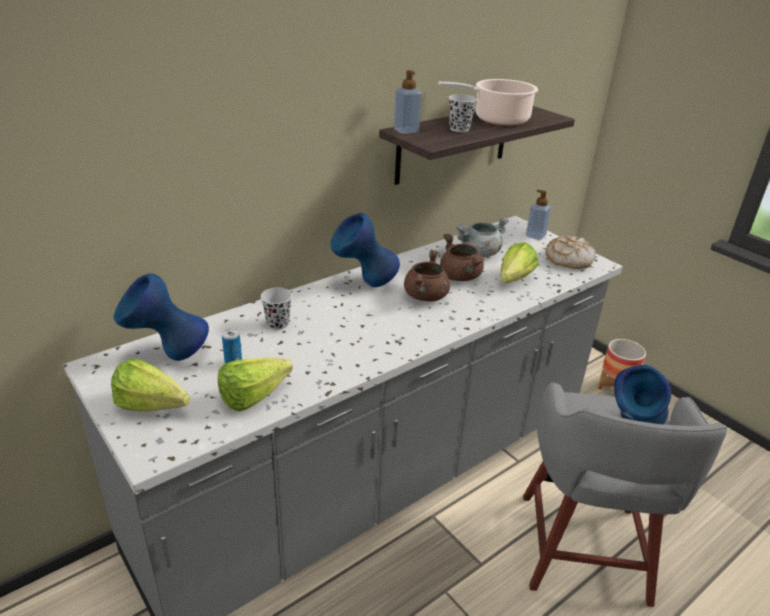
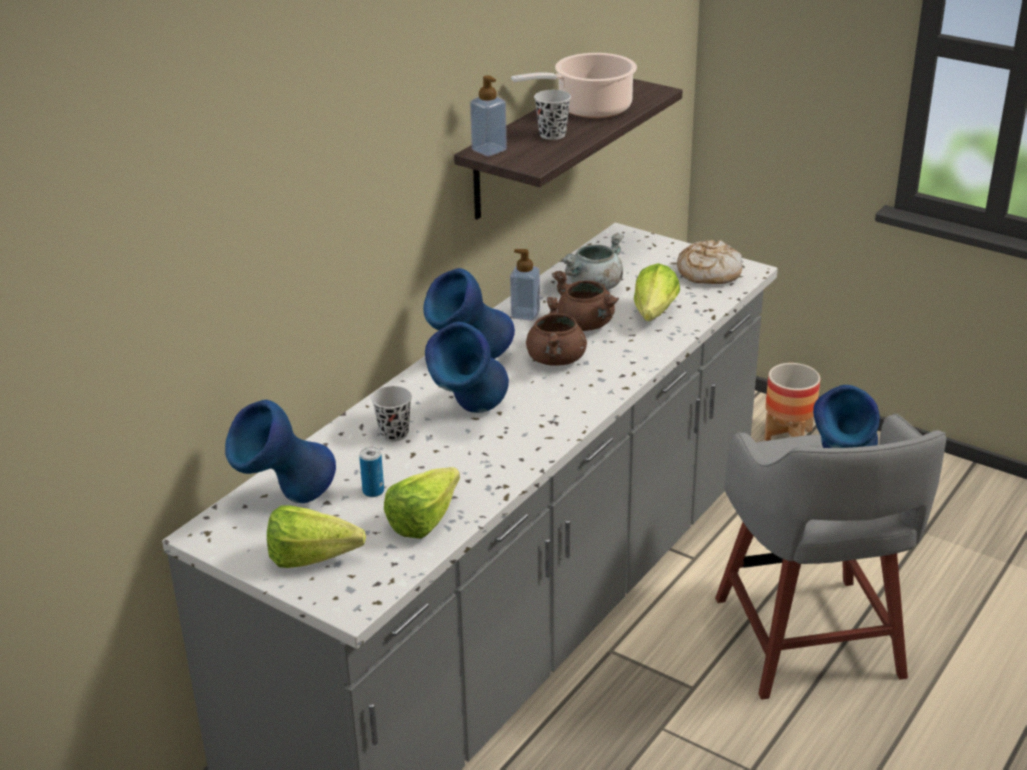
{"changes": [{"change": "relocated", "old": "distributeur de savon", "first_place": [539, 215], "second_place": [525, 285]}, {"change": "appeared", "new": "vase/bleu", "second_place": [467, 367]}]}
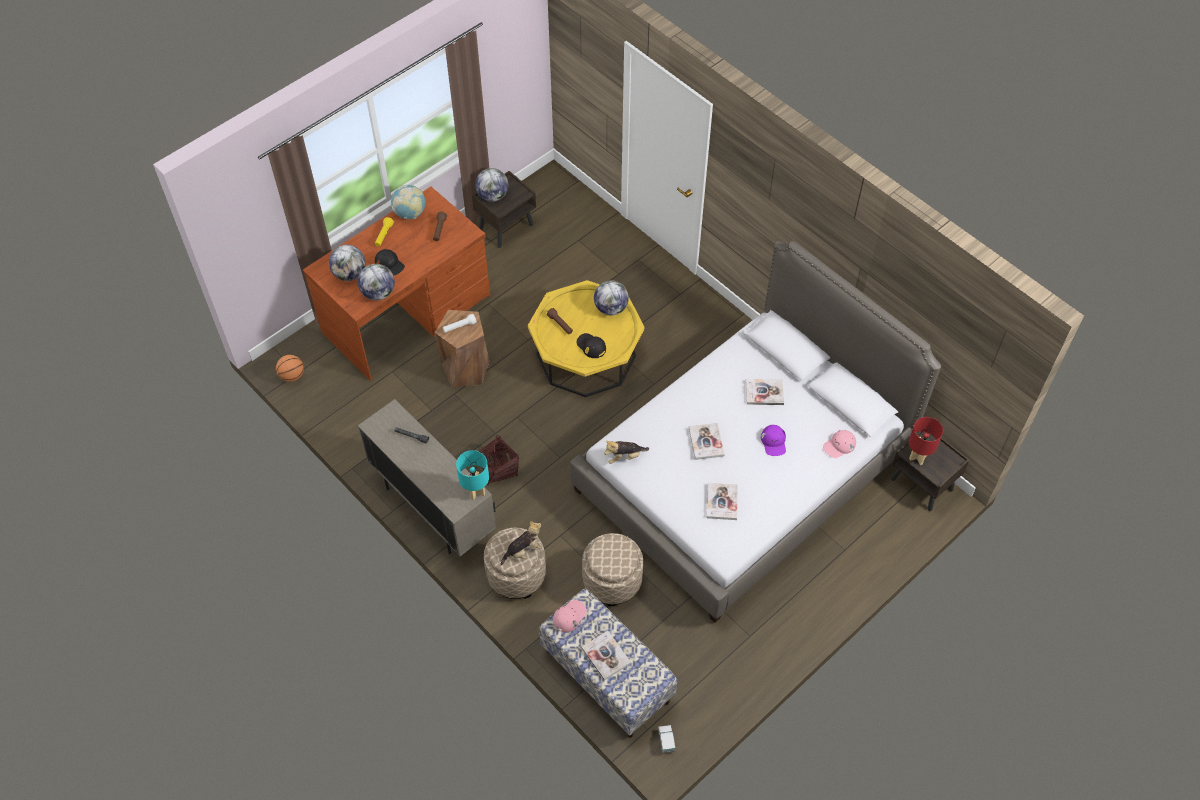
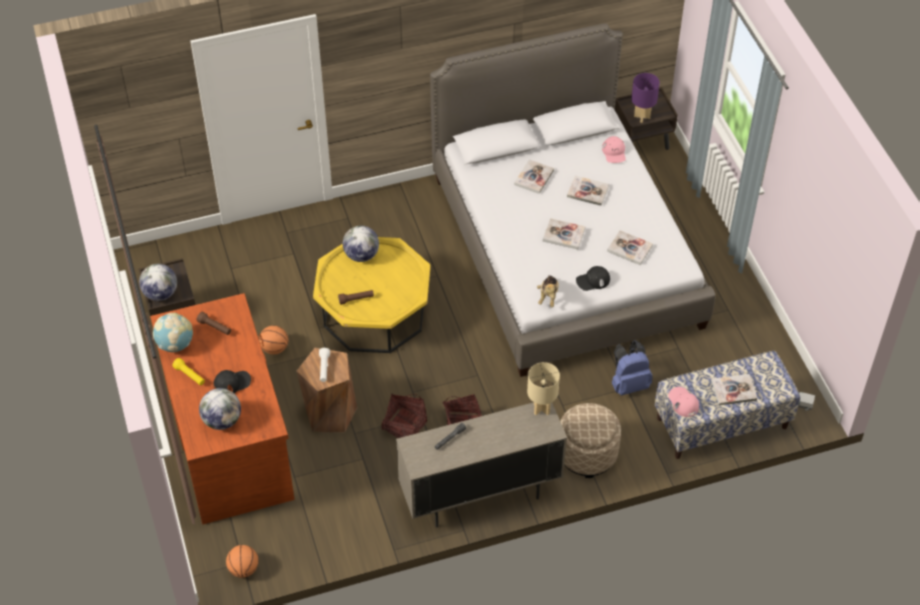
{"changes": [{"change": "missing", "old": "globe", "first_place": [376, 282]}, {"change": "colour", "old": "lampe de table/turquoise", "new": "lampe de table/beige", "first_place": [472, 475], "second_place": [543, 388]}, {"change": "missing", "old": "peluche", "first_place": [521, 543]}, {"change": "relocated", "old": "casquette/noir", "first_place": [591, 345], "second_place": [593, 278]}, {"change": "exchanged", "old": "pouf/beige", "new": "sac à dos/bleu", "first_place": [612, 569], "second_place": [632, 368]}, {"change": "exchanged", "old": "casquette/violet", "new": "livre", "first_place": [773, 440], "second_place": [588, 190]}, {"change": "colour", "old": "lampe de table/rouge", "new": "lampe de table/violet", "first_place": [926, 441], "second_place": [645, 98]}, {"change": "appeared", "new": "ballon de basket", "second_place": [273, 340]}, {"change": "appeared", "new": "panier", "second_place": [404, 415]}]}
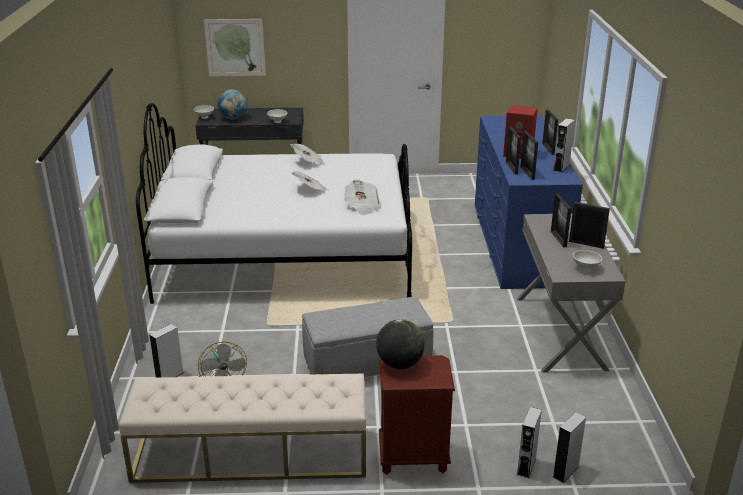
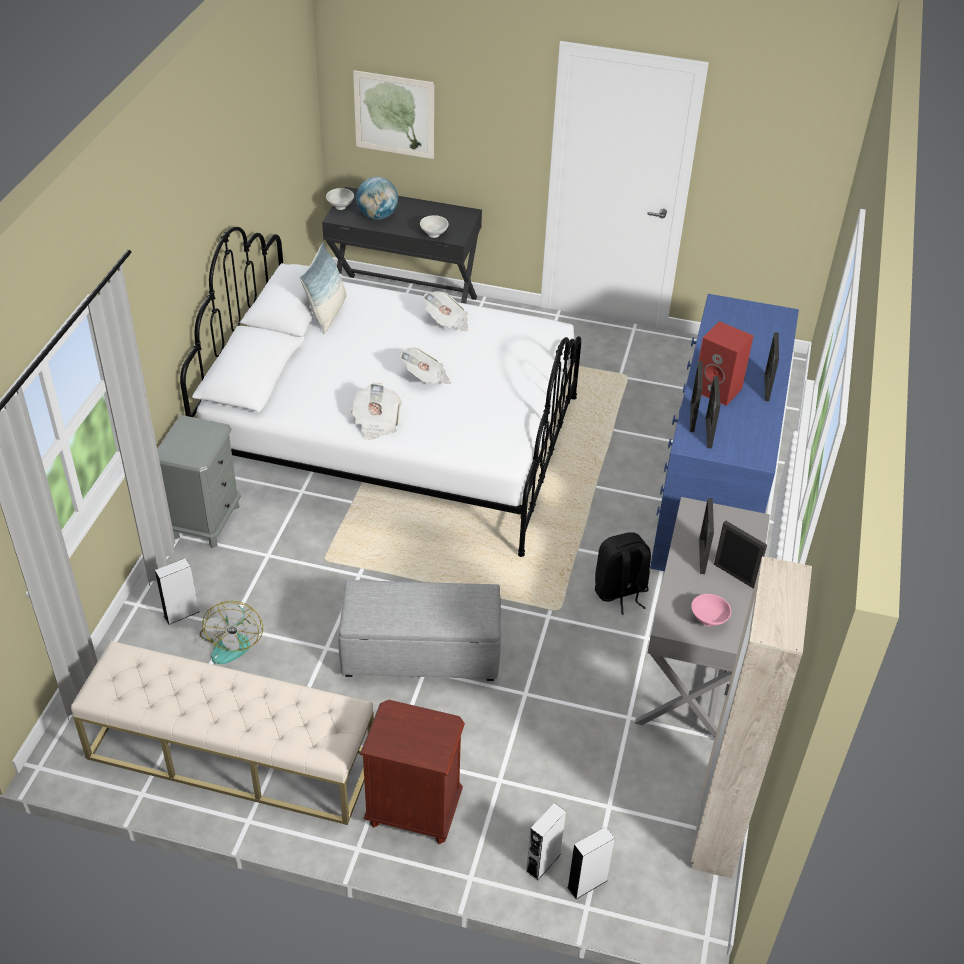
{"changes": [{"change": "relocated", "old": "journal", "first_place": [362, 197], "second_place": [376, 411]}, {"change": "missing", "old": "globe", "first_place": [400, 344]}, {"change": "missing", "old": "enceinte/gris", "first_place": [564, 145]}, {"change": "colour", "old": "bol/blanc", "new": "bol/rose", "first_place": [587, 260], "second_place": [711, 610]}, {"change": "appeared", "new": "table de chevet/gris", "second_place": [199, 481]}, {"change": "appeared", "new": "coussin", "second_place": [323, 288]}, {"change": "appeared", "new": "sac à dos/noir", "second_place": [623, 573]}, {"change": "appeared", "new": "armoire/beige", "second_place": [751, 718]}]}
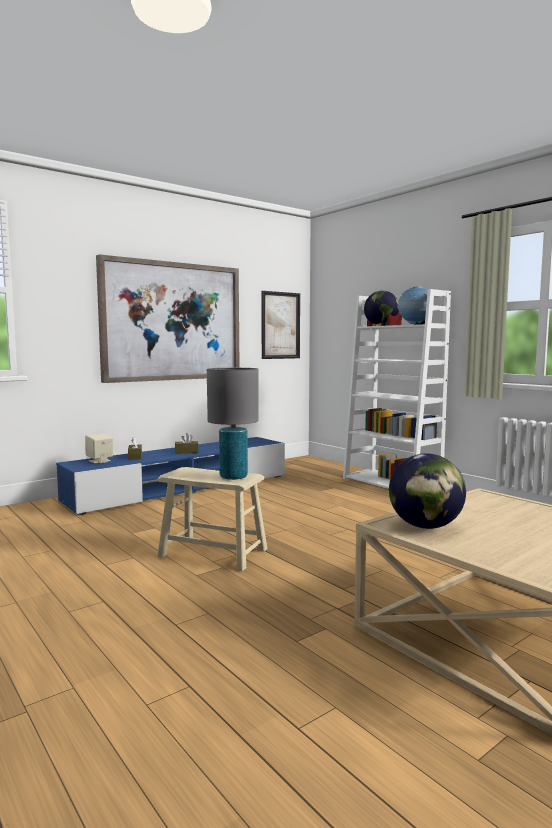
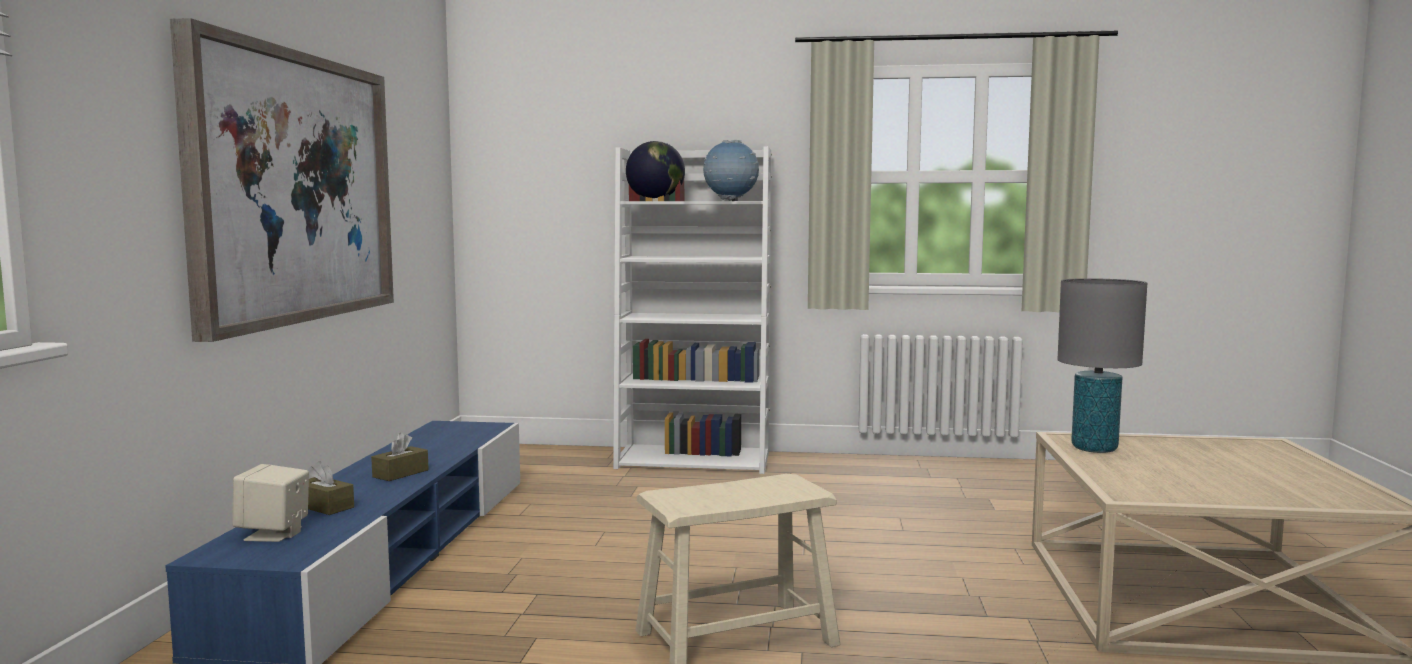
{"changes": [{"change": "relocated", "old": "lampe de table/gris", "first_place": [232, 424], "second_place": [1102, 365]}, {"change": "missing", "old": "tableau", "first_place": [280, 325]}, {"change": "missing", "old": "globe", "first_place": [427, 491]}]}
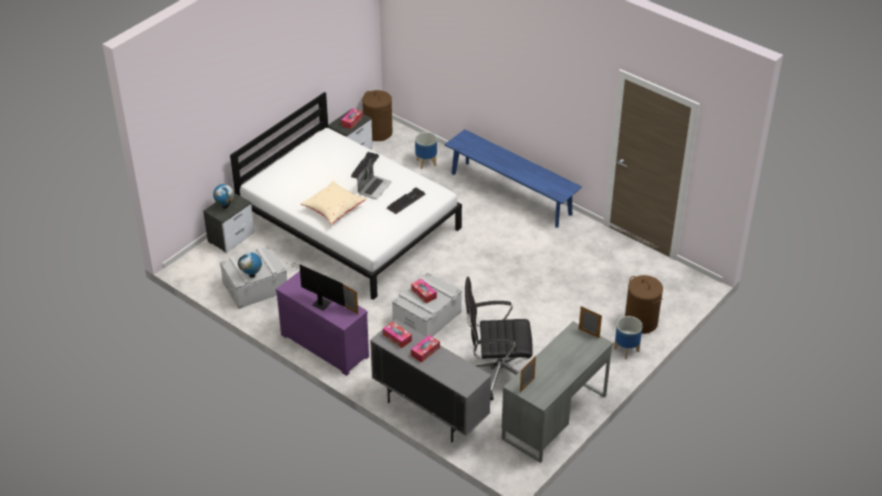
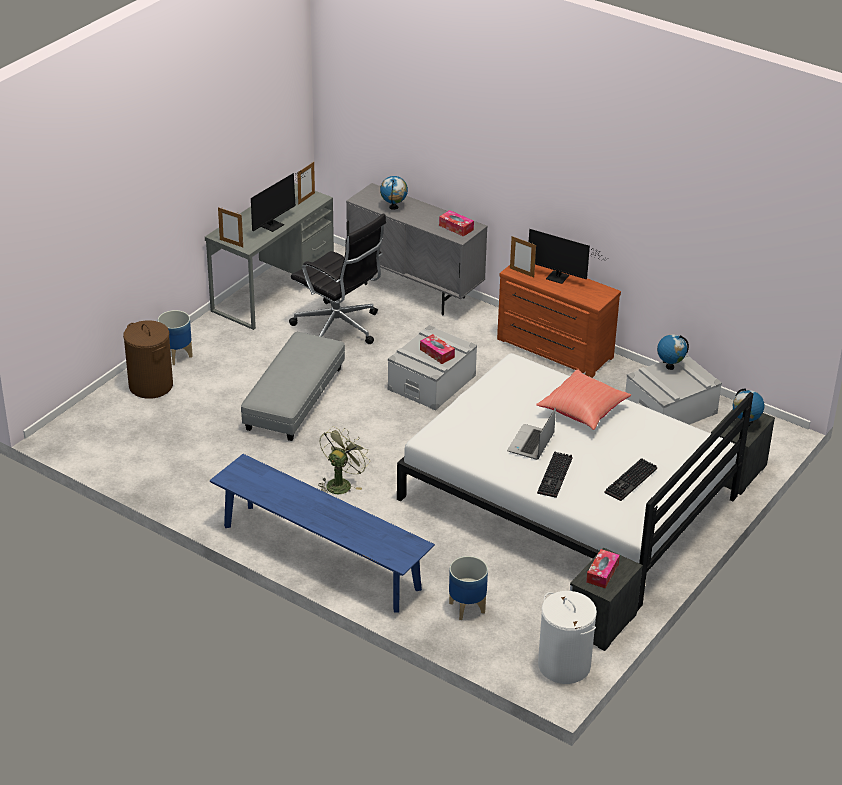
{"changes": [{"change": "colour", "old": "commode/violet", "new": "commode/marron", "first_place": [322, 323], "second_place": [559, 321]}, {"change": "colour", "old": "coussin/beige", "new": "coussin/rouge", "first_place": [333, 202], "second_place": [583, 399]}, {"change": "colour", "old": "panier à linge/marron", "new": "panier à linge/blanc", "first_place": [377, 115], "second_place": [567, 637]}, {"change": "relocated", "old": "clavier", "first_place": [406, 200], "second_place": [630, 479]}, {"change": "missing", "old": "boîte à mouchoirs", "first_place": [425, 349]}, {"change": "spun", "old": "chaise de bureau/noir", "first_place": [499, 338], "second_place": [337, 278], "degrees": 45}, {"change": "appeared", "new": "pouf/gris", "second_place": [293, 386]}, {"change": "appeared", "new": "écran d'ordinateur", "second_place": [279, 201]}, {"change": "appeared", "new": "ventilateur/vert", "second_place": [344, 460]}, {"change": "appeared", "new": "globe", "second_place": [394, 193]}]}
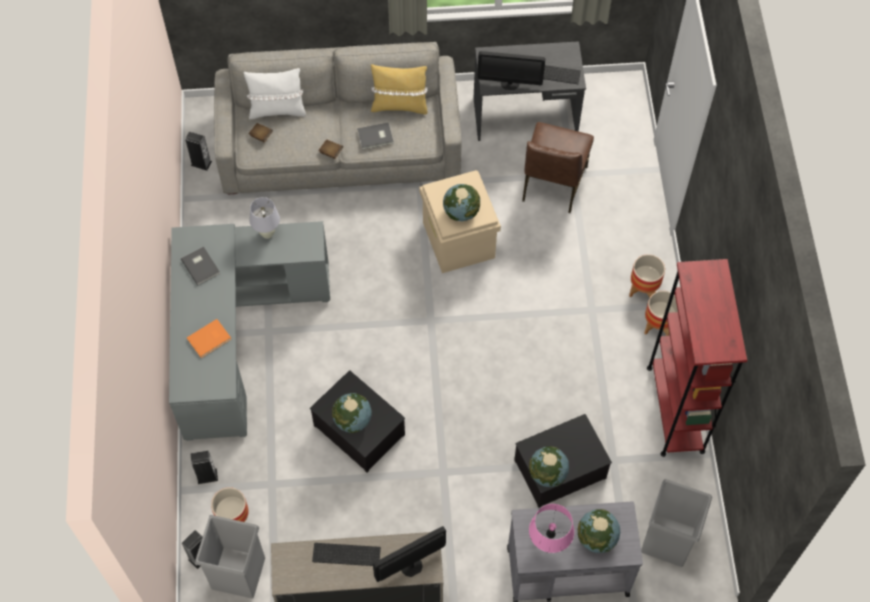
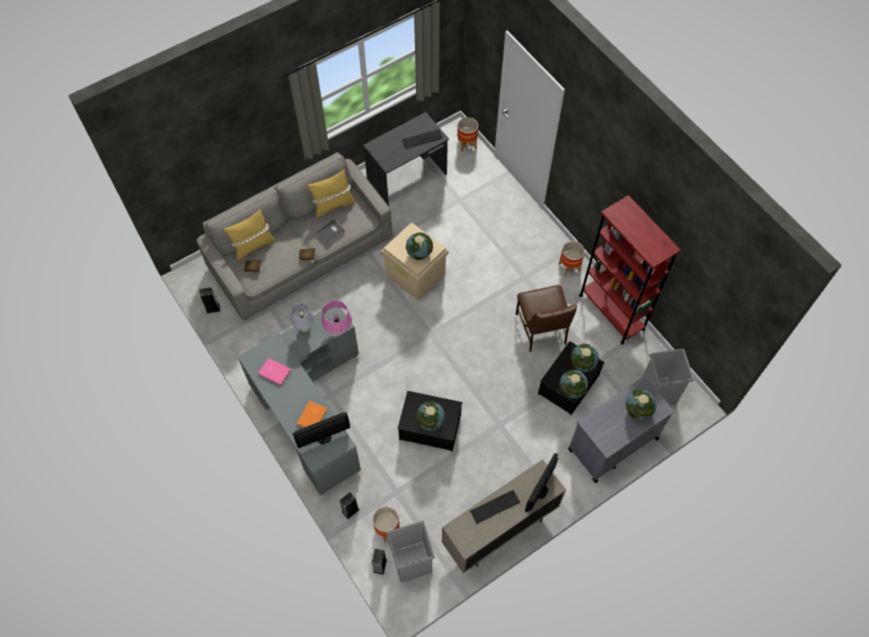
{"changes": [{"change": "colour", "old": "livre/gris", "new": "livre/rose", "first_place": [200, 265], "second_place": [274, 372]}, {"change": "colour", "old": "coussin/blanc", "new": "coussin/jaune", "first_place": [275, 93], "second_place": [249, 235]}, {"change": "relocated", "old": "écran d'ordinateur", "first_place": [511, 70], "second_place": [321, 430]}, {"change": "relocated", "old": "chaise/marron", "first_place": [558, 167], "second_place": [546, 318]}, {"change": "relocated", "old": "lampe de table/rose", "first_place": [551, 528], "second_place": [336, 317]}, {"change": "relocated", "old": "cache-pot", "first_place": [647, 276], "second_place": [467, 134]}, {"change": "appeared", "new": "globe", "second_place": [585, 358]}]}
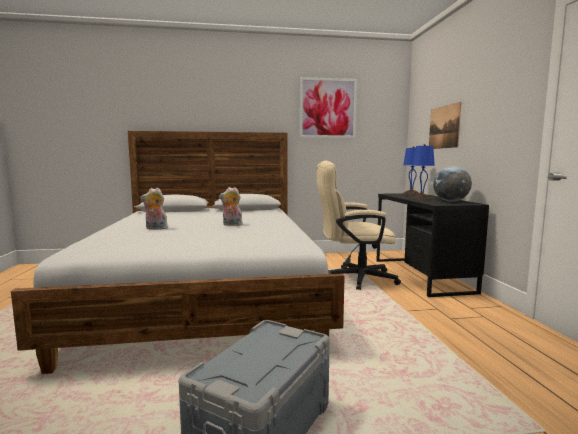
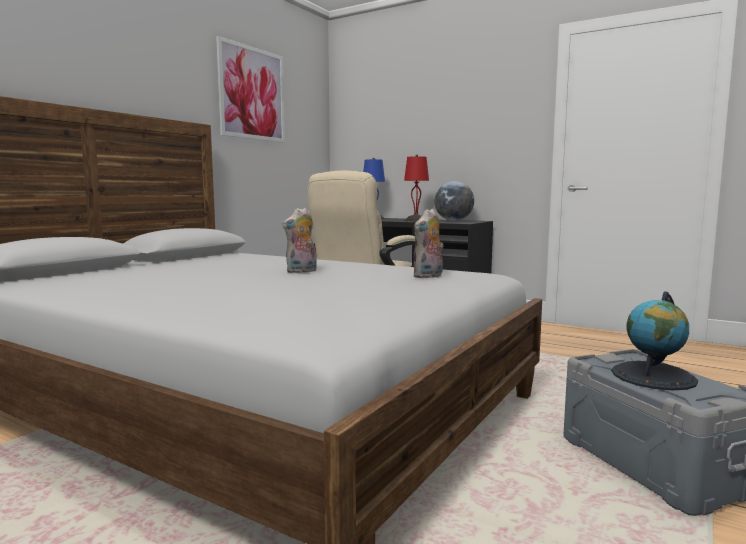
{"changes": [{"change": "relocated", "old": "peluche", "first_place": [154, 209], "second_place": [430, 243]}, {"change": "colour", "old": "lampe de table/bleu", "new": "lampe de table/rouge", "first_place": [423, 172], "second_place": [416, 188]}, {"change": "missing", "old": "tableau", "first_place": [445, 125]}, {"change": "appeared", "new": "globe", "second_place": [655, 340]}]}
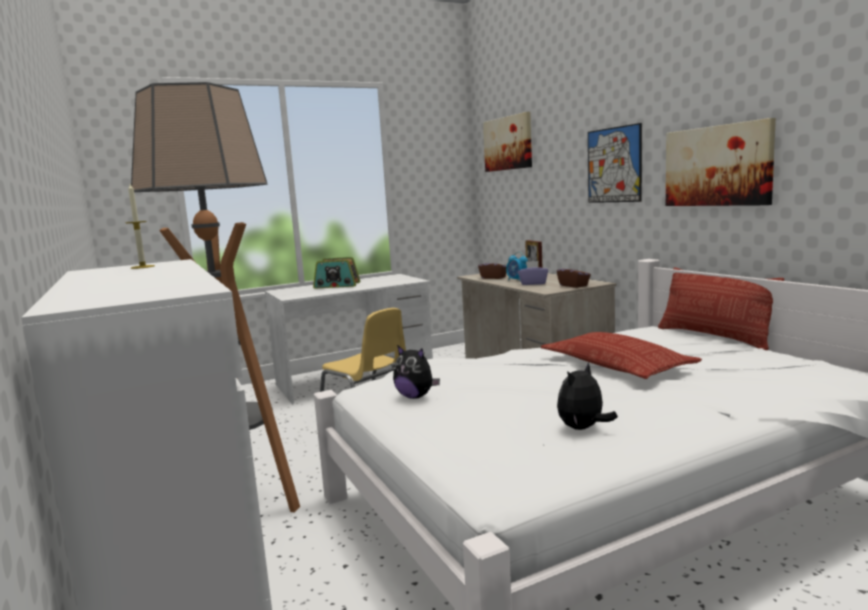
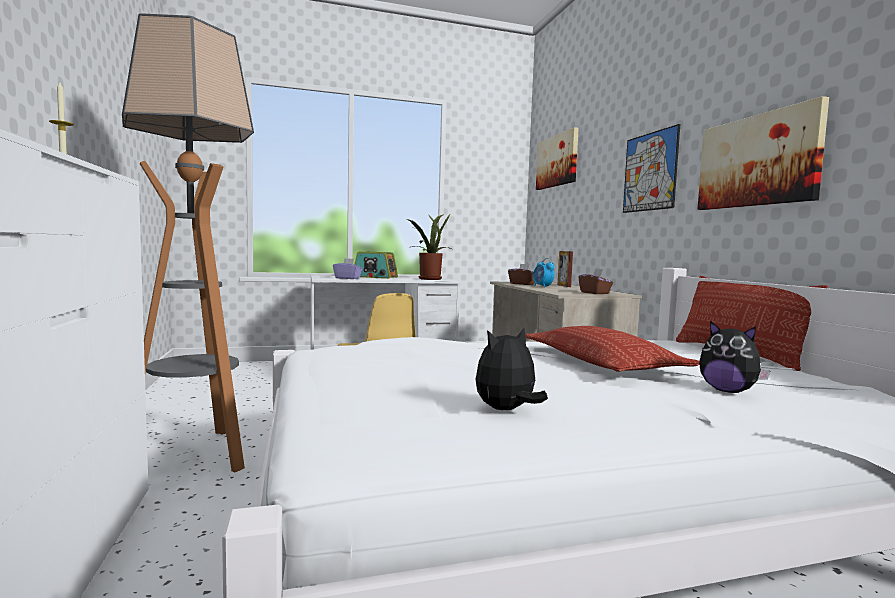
{"changes": [{"change": "relocated", "old": "peluche", "first_place": [416, 372], "second_place": [734, 357]}, {"change": "relocated", "old": "boîte à mouchoirs/violet", "first_place": [533, 273], "second_place": [347, 268]}, {"change": "appeared", "new": "plante en pot", "second_place": [430, 247]}]}
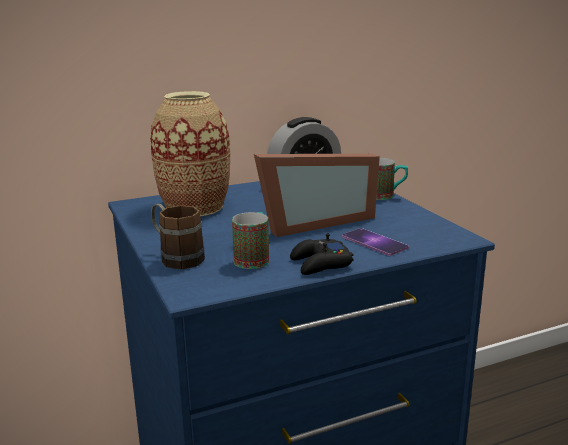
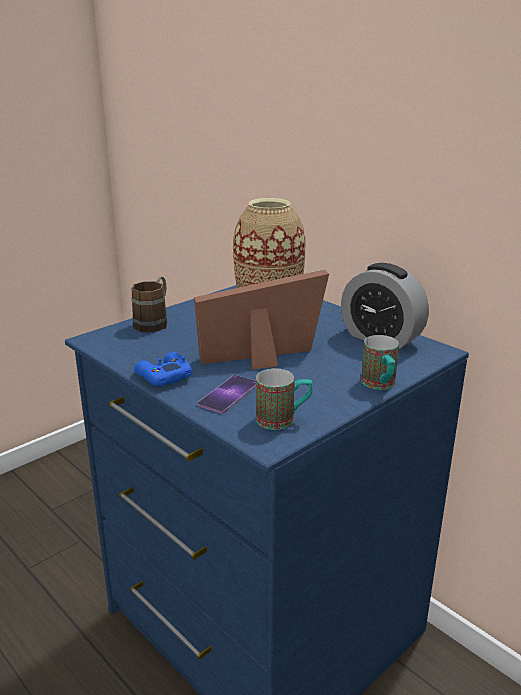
{"changes": [{"change": "relocated", "old": "mug", "first_place": [250, 240], "second_place": [284, 399]}, {"change": "spun", "old": "cadre photo", "first_place": [317, 195], "second_place": [261, 319], "degrees": 120}, {"change": "colour", "old": "manette/noir", "new": "manette/bleu", "first_place": [322, 254], "second_place": [163, 369]}]}
